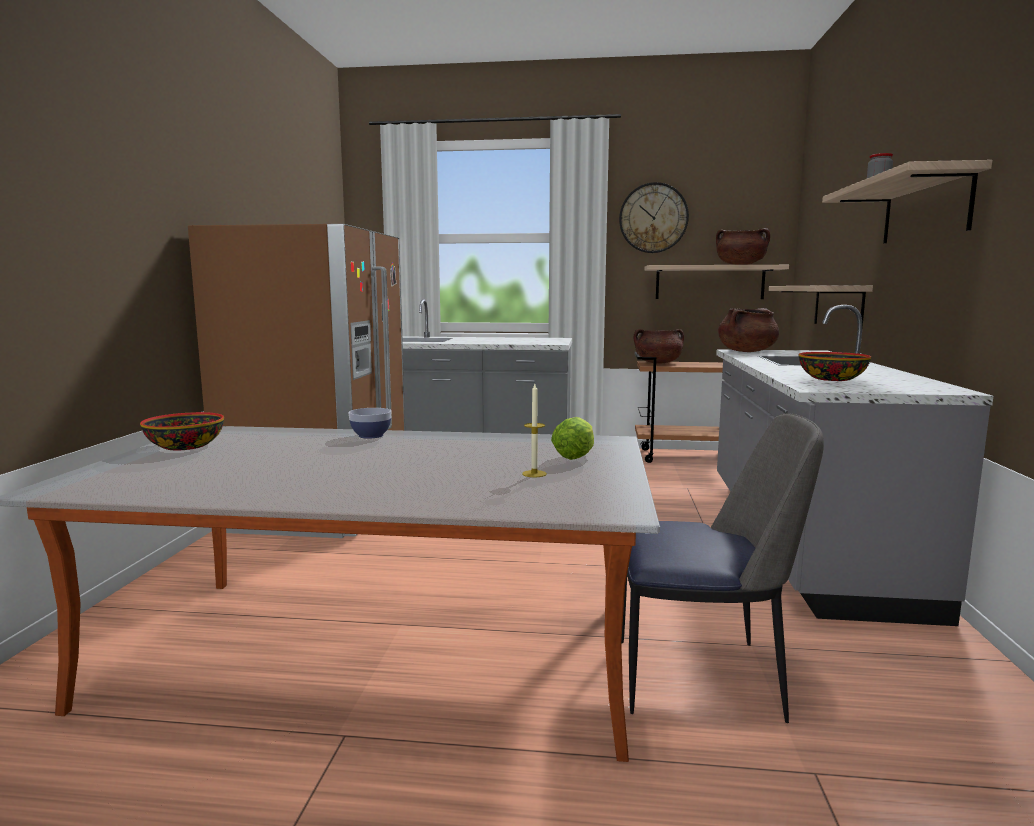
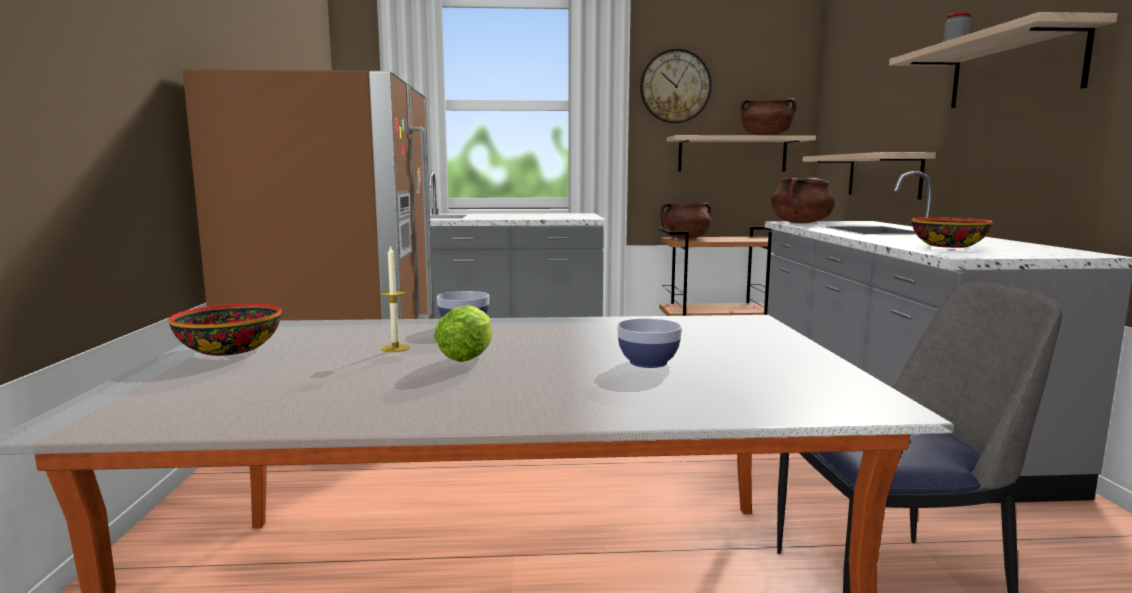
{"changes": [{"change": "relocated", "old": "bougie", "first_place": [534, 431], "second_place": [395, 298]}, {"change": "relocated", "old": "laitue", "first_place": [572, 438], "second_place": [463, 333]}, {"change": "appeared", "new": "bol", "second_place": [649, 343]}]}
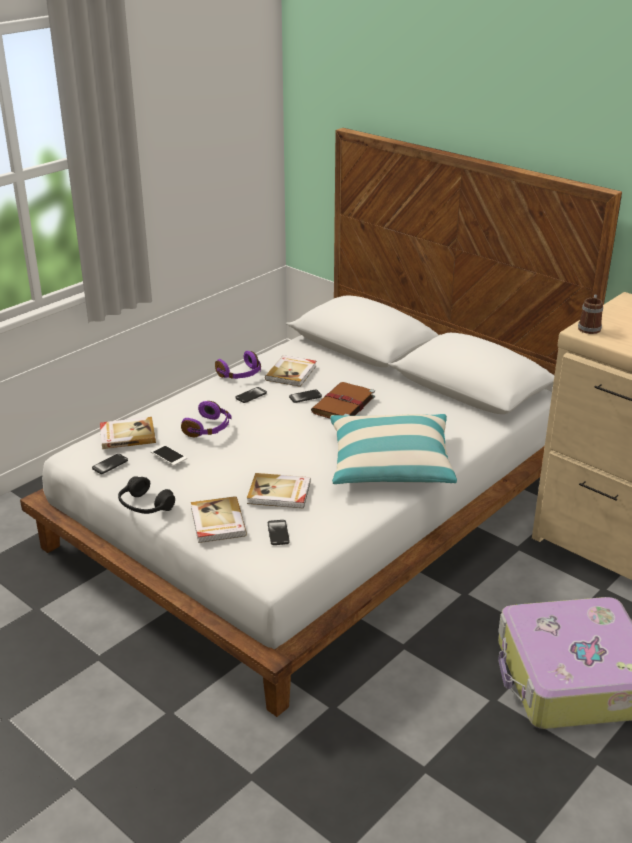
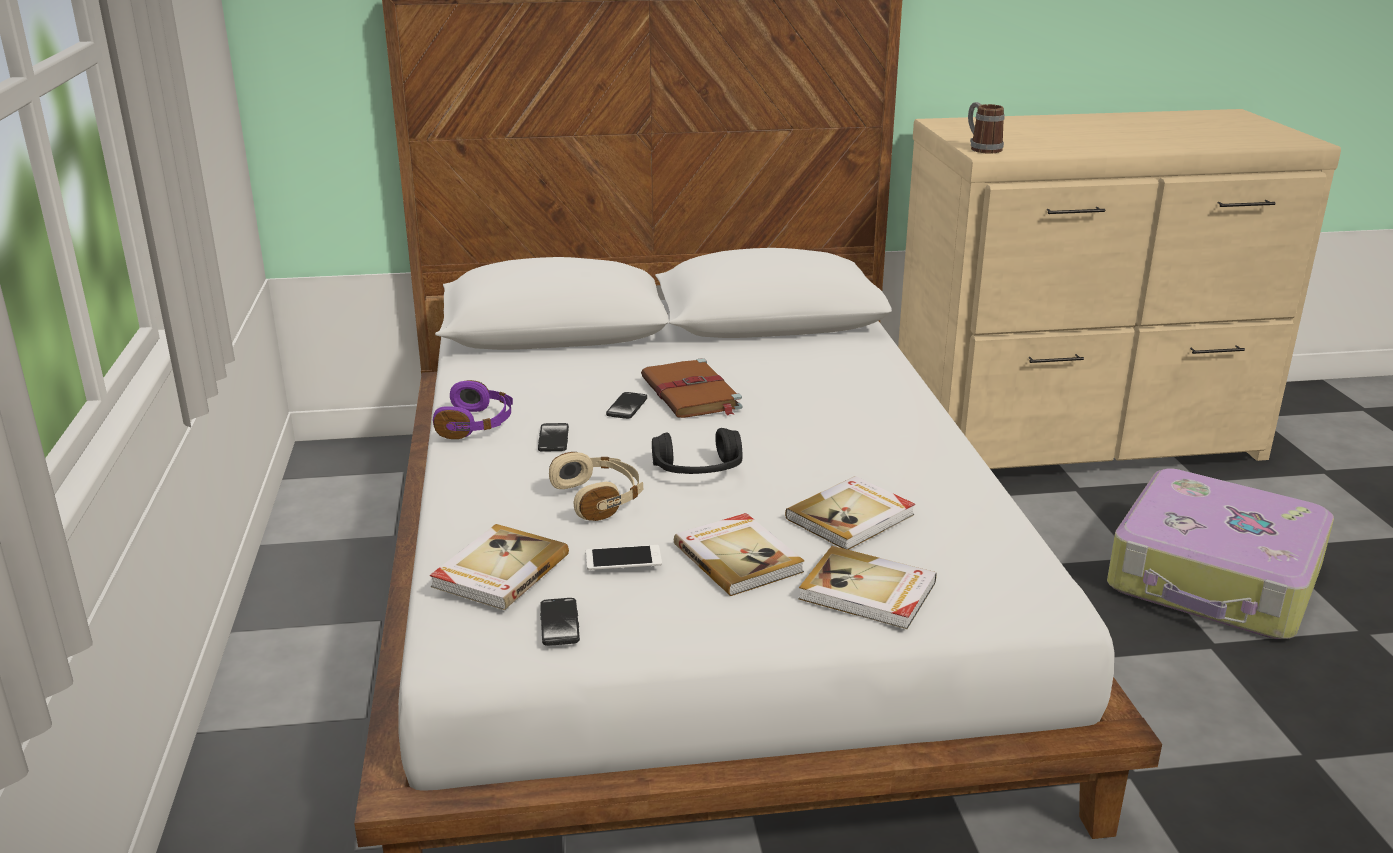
{"changes": [{"change": "relocated", "old": "casque audio/noir", "first_place": [146, 495], "second_place": [697, 451]}, {"change": "colour", "old": "casque audio/violet", "new": "casque audio/beige", "first_place": [206, 419], "second_place": [596, 486]}, {"change": "relocated", "old": "livre", "first_place": [290, 371], "second_place": [739, 554]}, {"change": "missing", "old": "téléphone", "first_place": [279, 532]}, {"change": "missing", "old": "coussin", "first_place": [393, 449]}]}
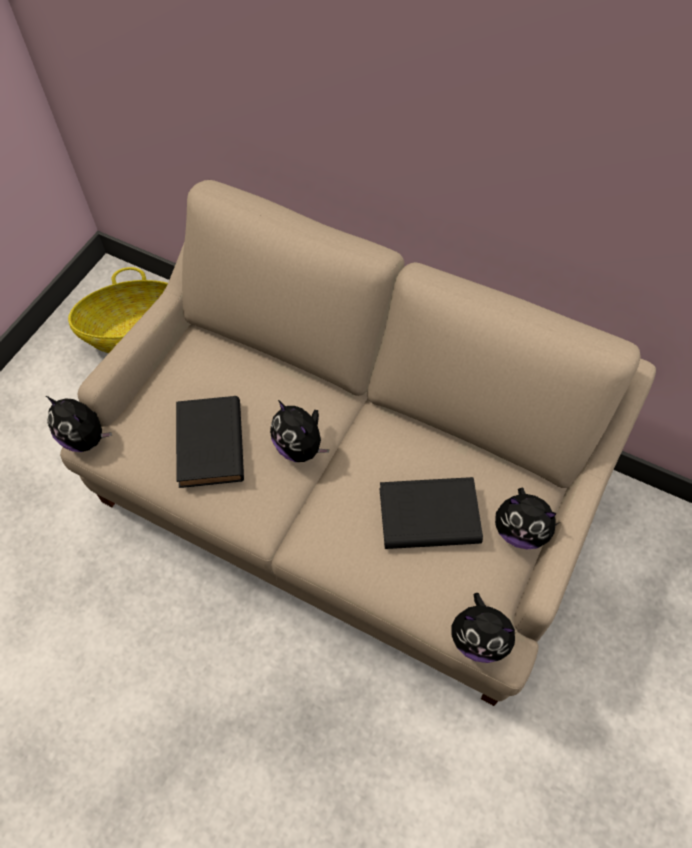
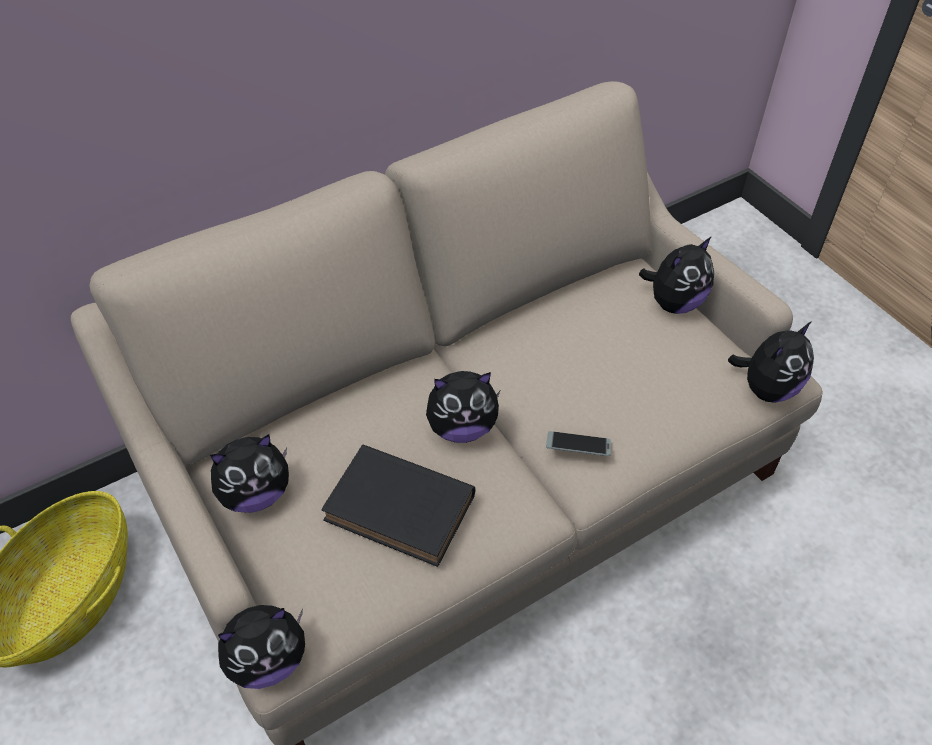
{"changes": [{"change": "missing", "old": "livre/noir", "first_place": [431, 513]}, {"change": "appeared", "new": "peluche", "second_place": [249, 473]}, {"change": "appeared", "new": "téléphone", "second_place": [578, 443]}]}
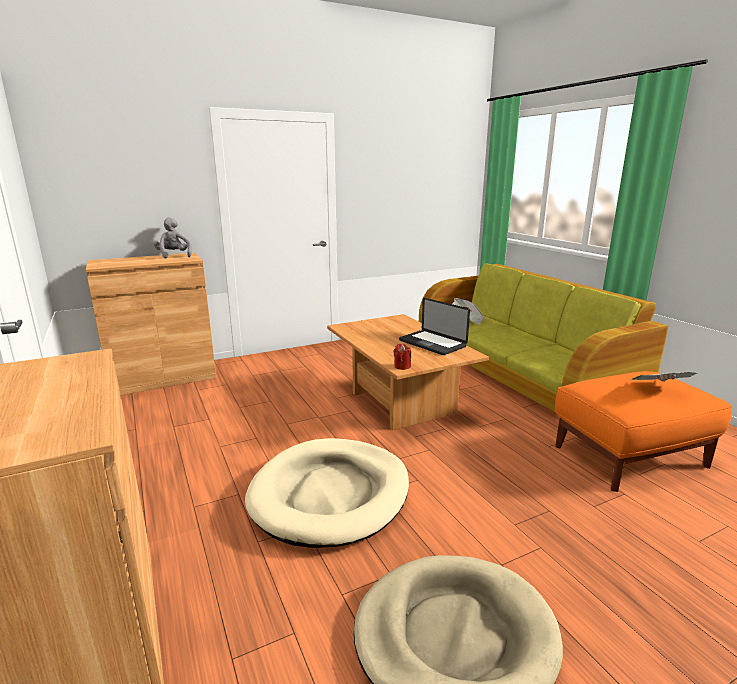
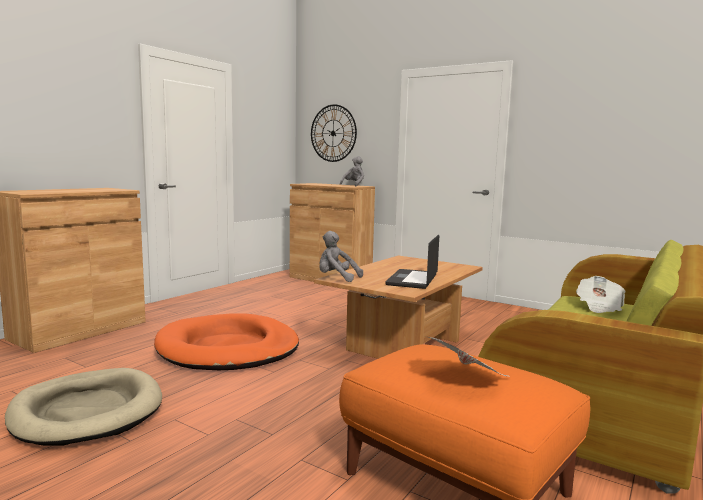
{"changes": [{"change": "colour", "old": "panier pour chien/beige", "new": "panier pour chien/orange", "first_place": [327, 493], "second_place": [226, 341]}, {"change": "exchanged", "old": "bougie/rouge", "new": "peluche/gris", "first_place": [402, 357], "second_place": [341, 256]}, {"change": "appeared", "new": "horloge murale", "second_place": [334, 133]}]}
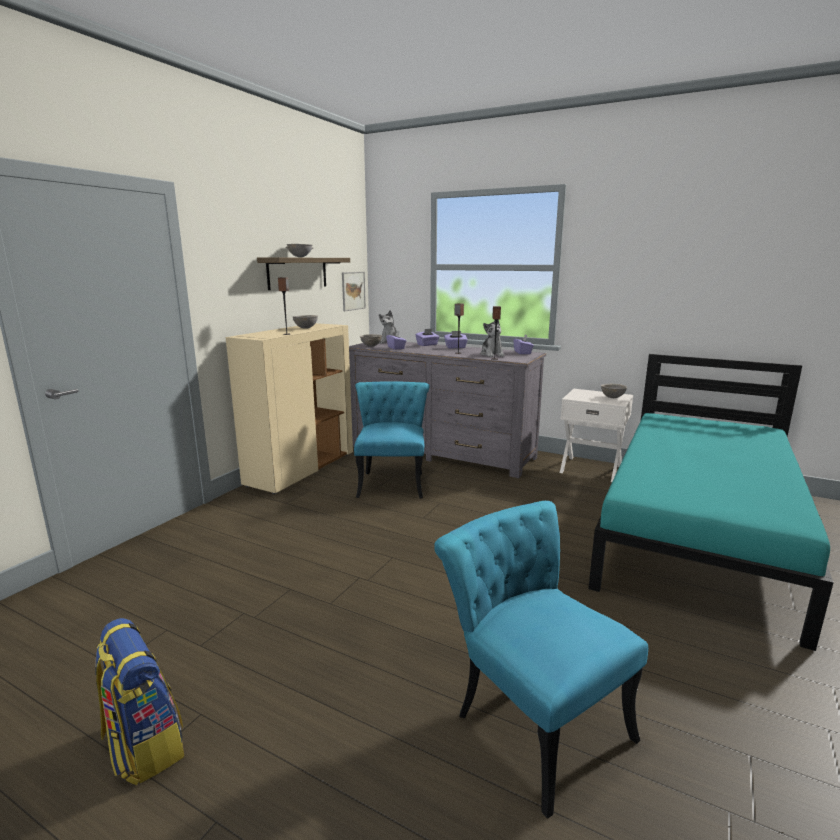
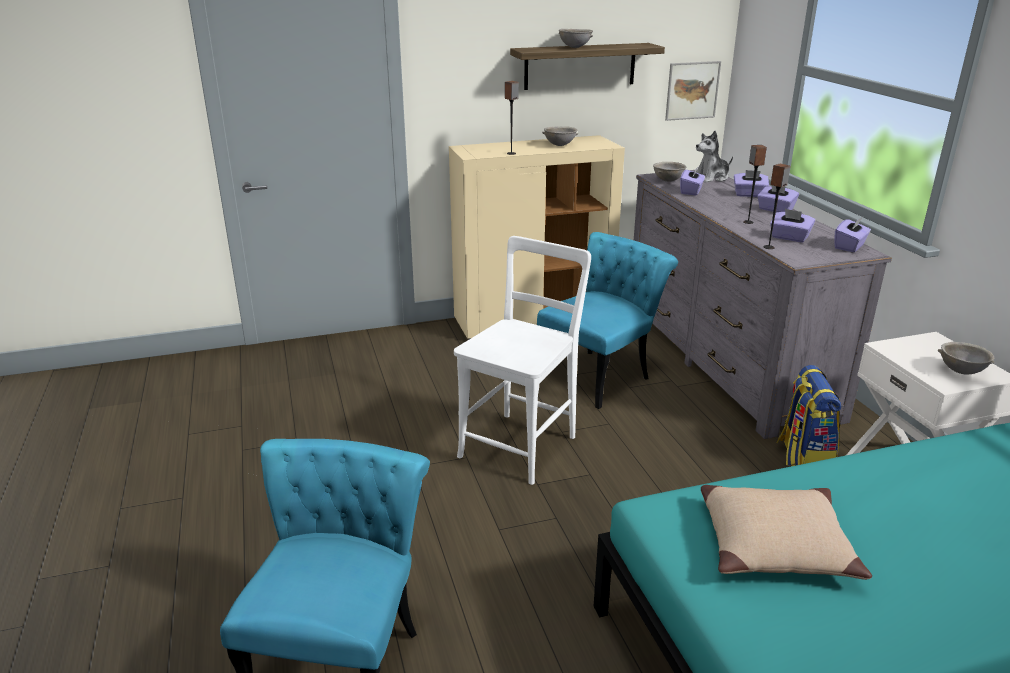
{"changes": [{"change": "relocated", "old": "sac à dos", "first_place": [139, 702], "second_place": [809, 416]}, {"change": "exchanged", "old": "peluche", "new": "boîte à mouchoirs/violet", "first_place": [492, 338], "second_place": [792, 226]}, {"change": "appeared", "new": "chaise/blanc", "second_place": [522, 360]}, {"change": "appeared", "new": "coussin/beige", "second_place": [786, 532]}]}
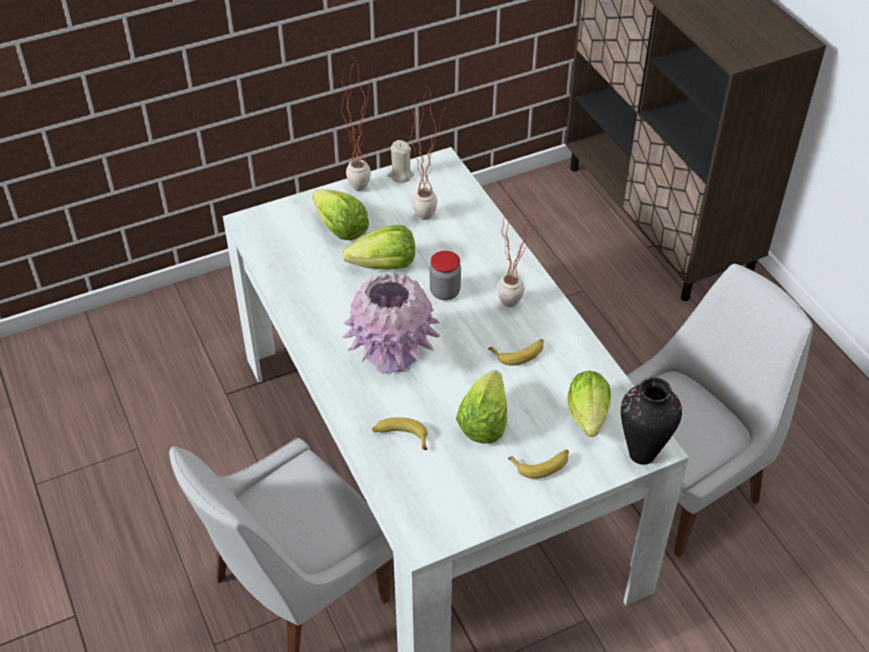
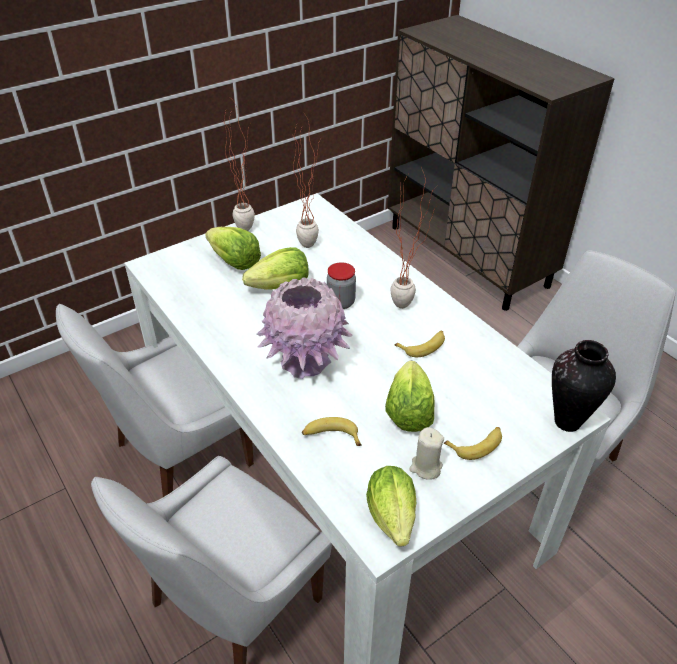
{"changes": [{"change": "relocated", "old": "bougie/beige", "first_place": [401, 161], "second_place": [427, 453]}, {"change": "relocated", "old": "laitue", "first_place": [589, 403], "second_place": [391, 506]}, {"change": "appeared", "new": "chaise/blanc", "second_place": [155, 400]}]}
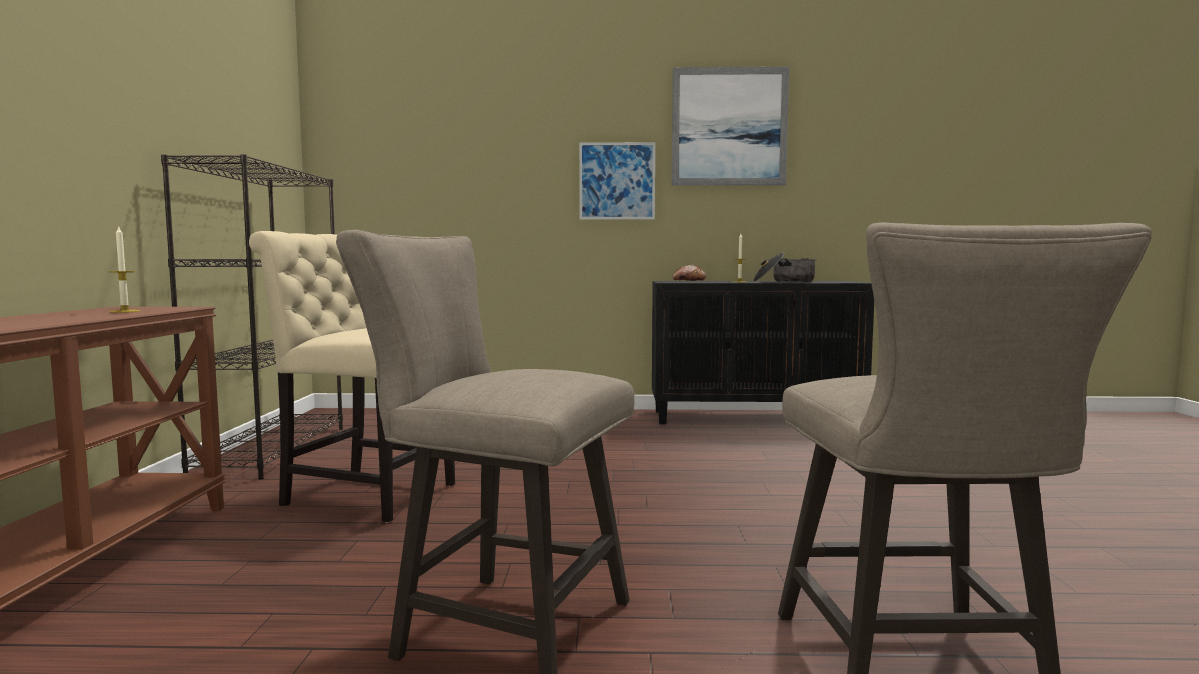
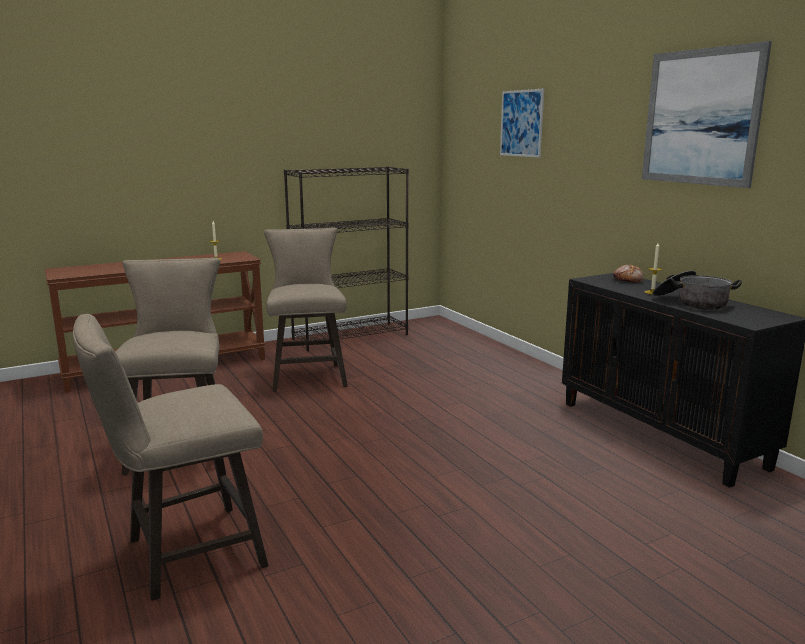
{"changes": [{"change": "exchanged", "old": "chaise/beige", "new": "tabouret/beige", "first_place": [352, 377], "second_place": [306, 310]}, {"change": "relocated", "old": "tableau", "first_place": [617, 181], "second_place": [522, 123]}]}
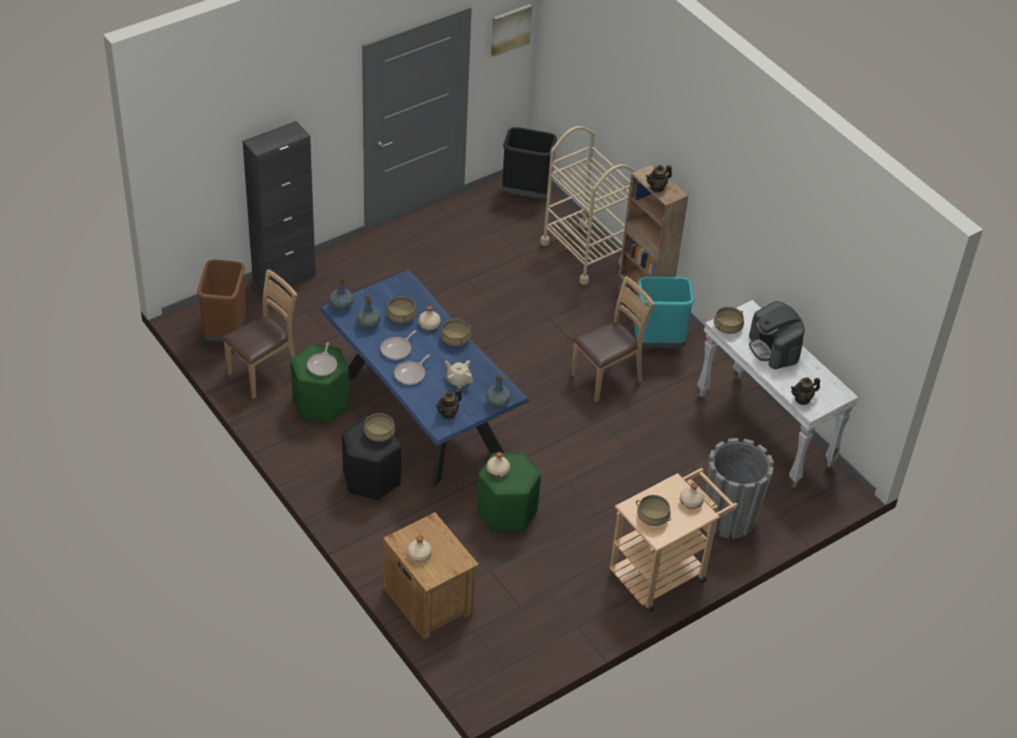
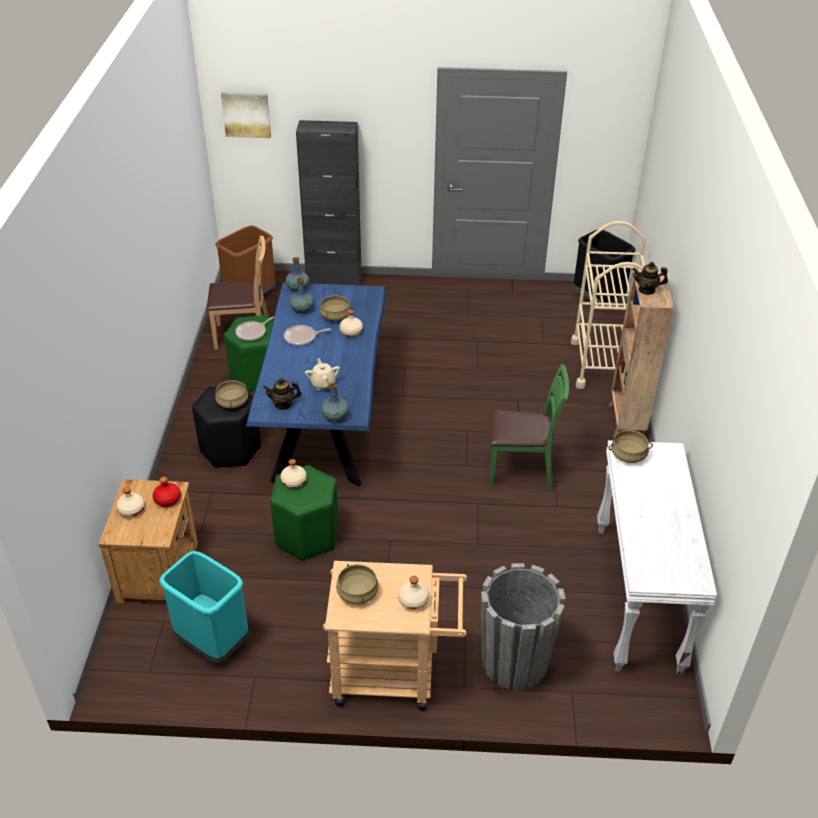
{"changes": [{"change": "missing", "old": "poêle", "first_place": [412, 369]}, {"change": "missing", "old": "marmite/beige", "first_place": [455, 332]}, {"change": "relocated", "old": "tableau", "first_place": [511, 30], "second_place": [246, 115]}, {"change": "colour", "old": "chaise/marron", "new": "chaise/vert", "first_place": [613, 339], "second_place": [529, 427]}, {"change": "relocated", "old": "poubelle/turquoise", "first_place": [663, 312], "second_place": [204, 607]}, {"change": "missing", "old": "machine à café", "first_place": [777, 335]}, {"change": "missing", "old": "théière", "first_place": [805, 391]}, {"change": "appeared", "new": "bouteille/rouge", "second_place": [167, 492]}]}
